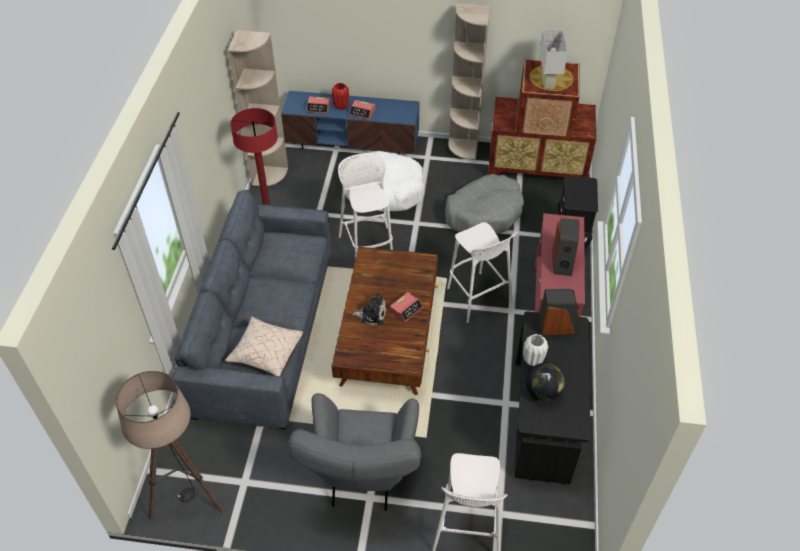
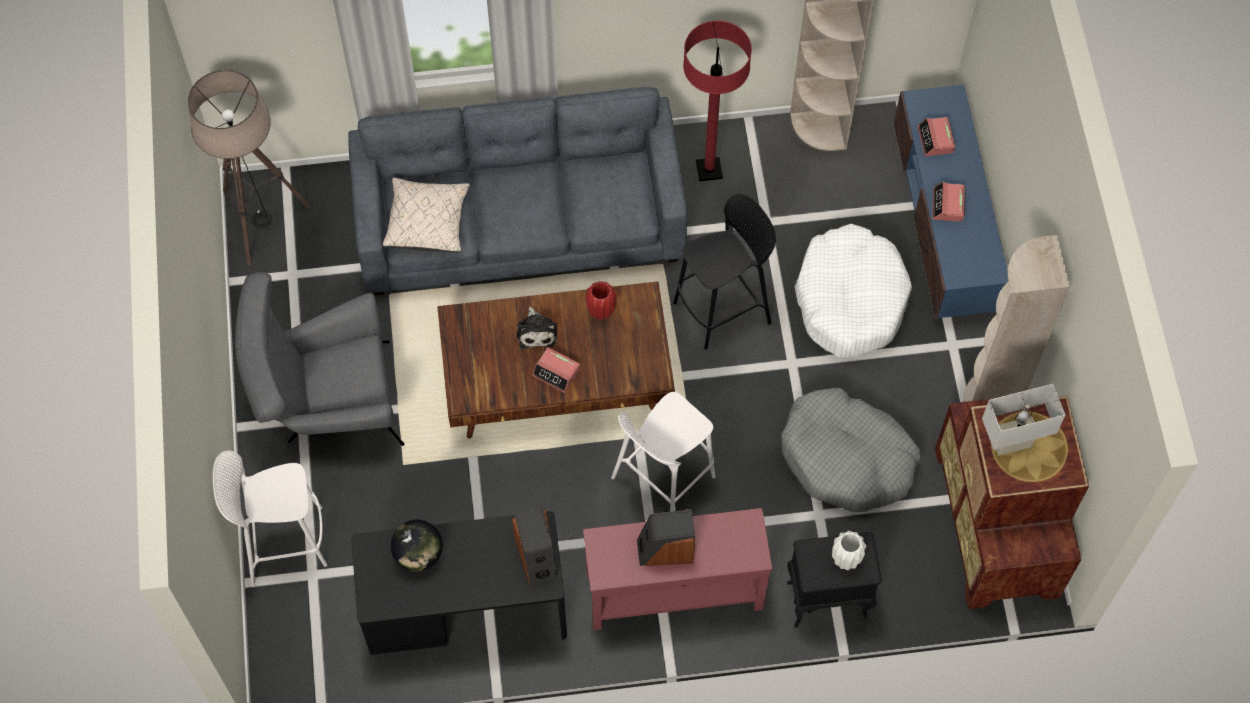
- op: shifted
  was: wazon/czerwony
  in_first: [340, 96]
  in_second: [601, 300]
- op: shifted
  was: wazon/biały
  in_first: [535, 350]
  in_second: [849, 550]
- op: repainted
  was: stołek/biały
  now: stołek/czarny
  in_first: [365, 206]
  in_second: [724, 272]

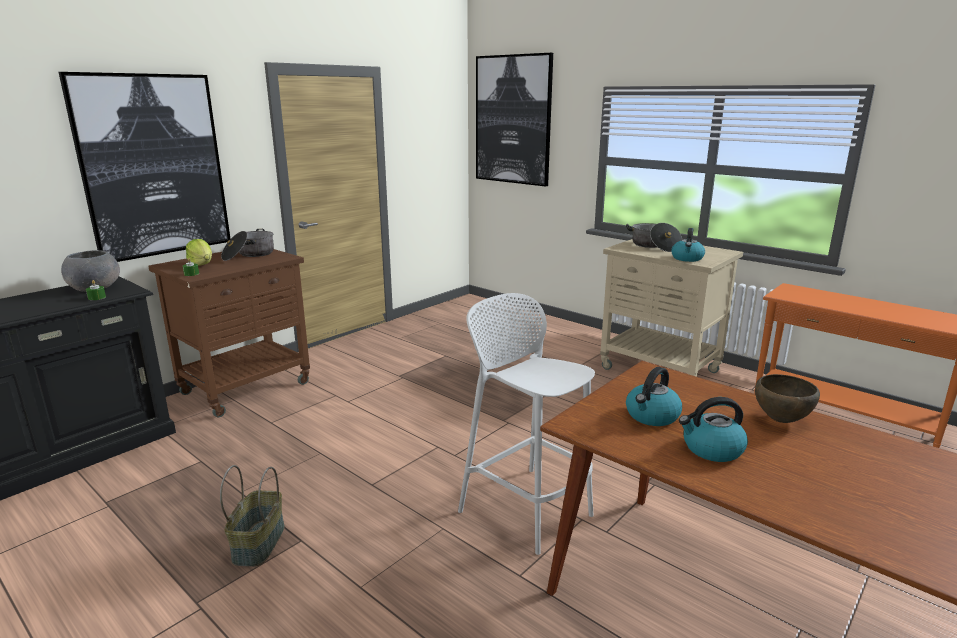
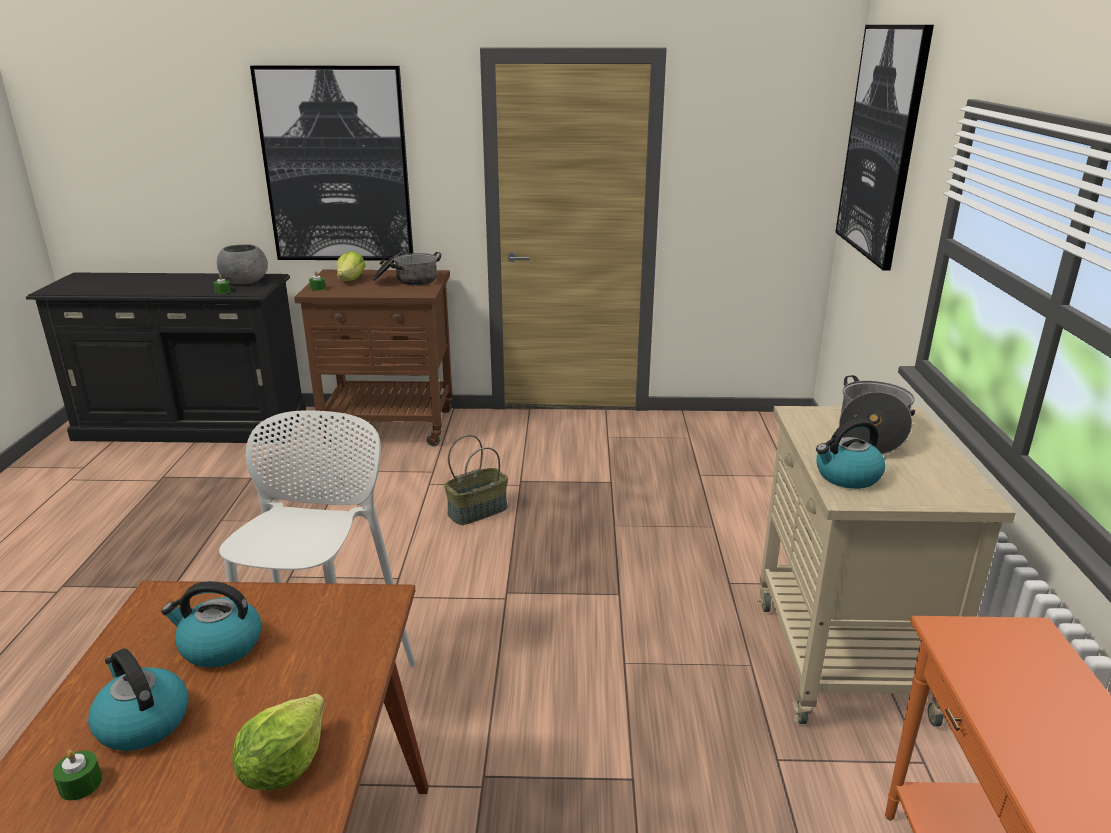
- op: new
  now: świeca/zielony
  in_second: [77, 775]
- op: shifted
  was: koszyk
  in_first: [252, 516]
  in_second: [476, 480]
- op: swapped
  was: miska/brązowy
  now: sałata
  in_first: [787, 398]
  in_second: [278, 742]

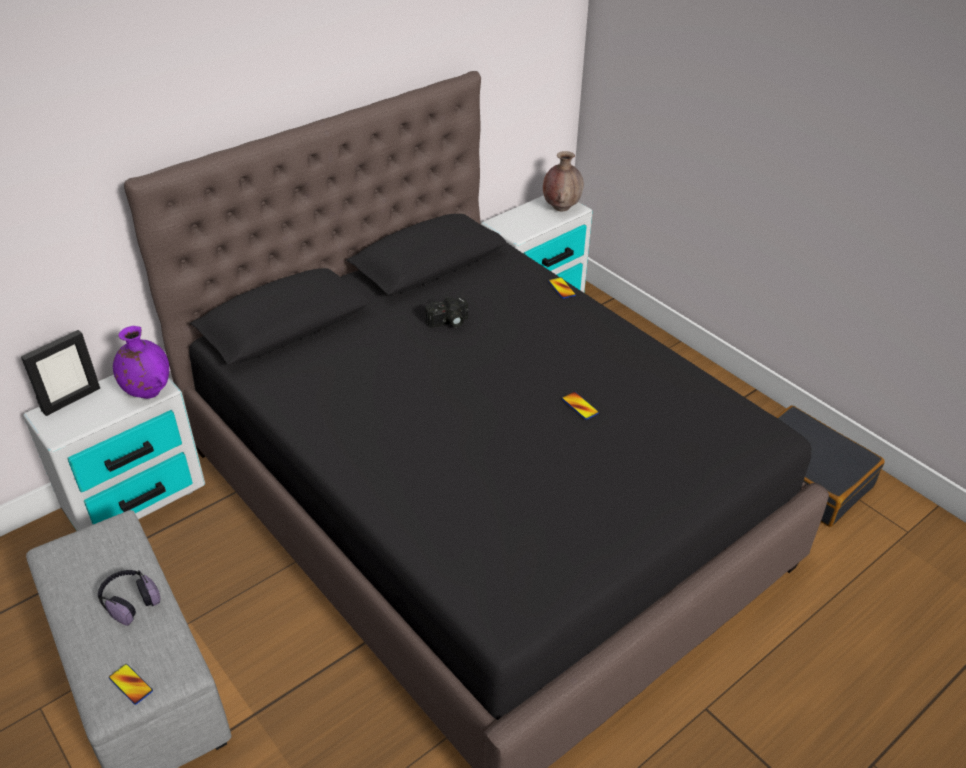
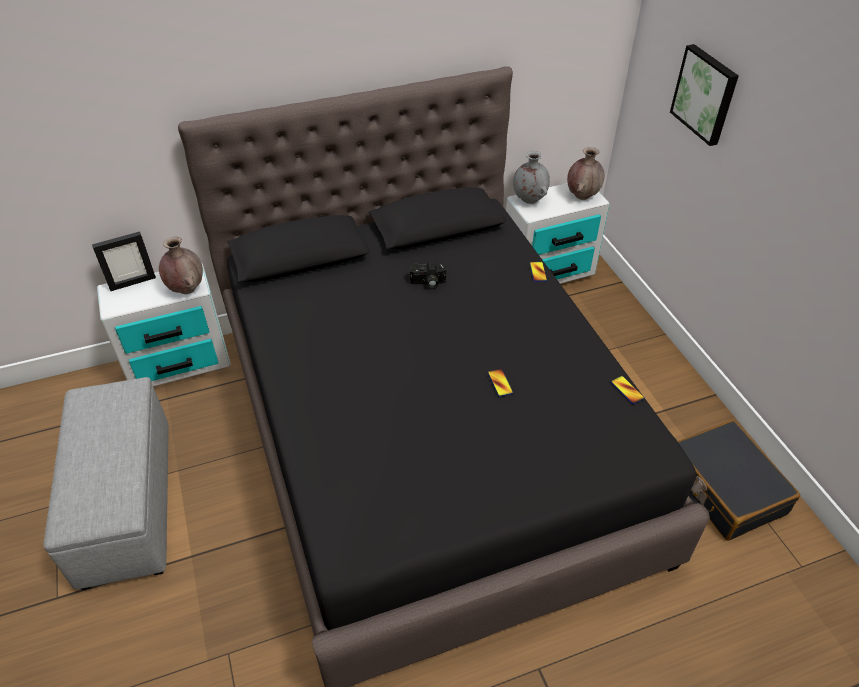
- op: gone
  was: słuchawki
  in_first: [129, 598]
- op: new
  now: wazon/szary
  in_second: [531, 177]
- op: new
  now: obraz
  in_second: [704, 95]
- op: shifted
  was: telefon
  in_first: [131, 684]
  in_second: [628, 390]
- op: repainted
  was: wazon/fioletowy
  now: wazon/brązowy
  in_first: [141, 362]
  in_second: [181, 265]

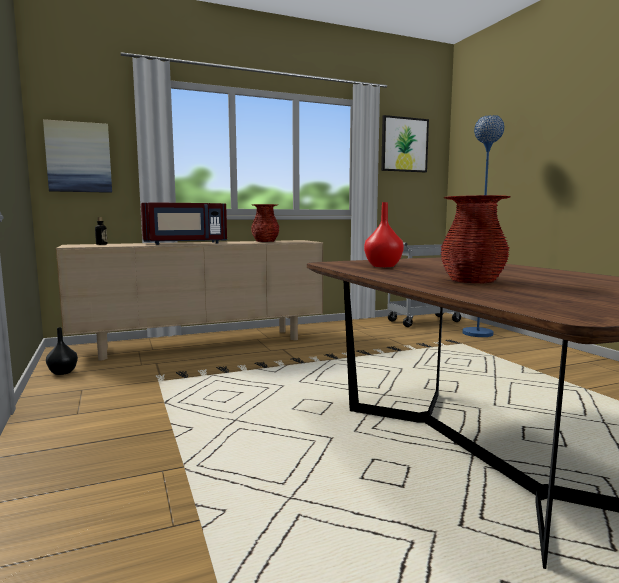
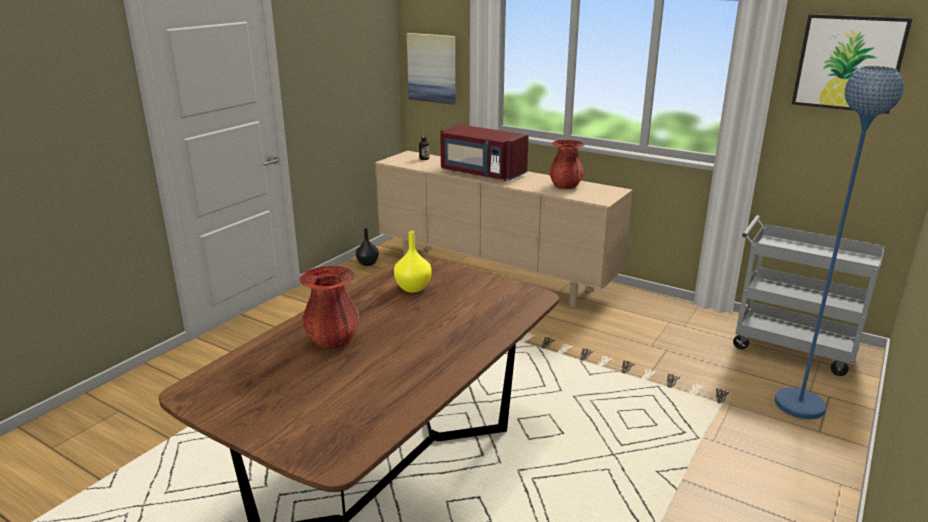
- op: repainted
  was: wazon/czerwony
  now: wazon/żółty
  in_first: [384, 234]
  in_second: [413, 262]

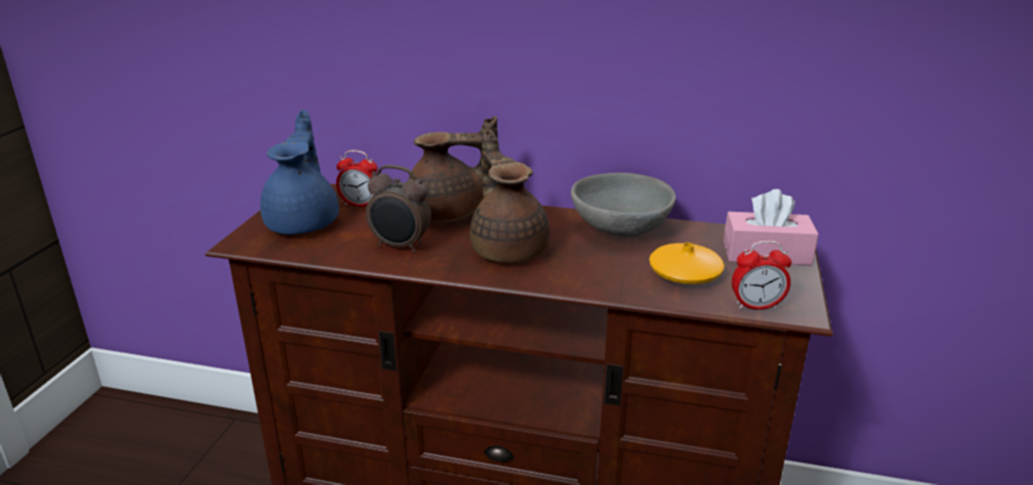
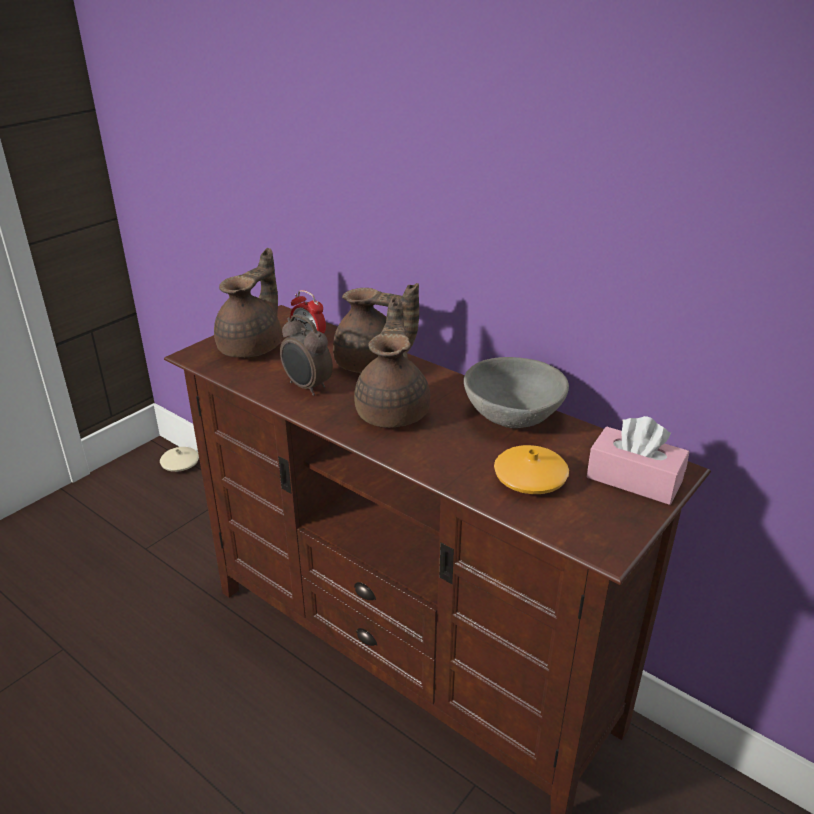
- op: gone
  was: budzik
  in_first: [762, 275]
- op: new
  now: wazon/beżowy
  in_second: [179, 459]
- op: repainted
  was: imbryk/niebieski
  now: imbryk/brązowy
  in_first: [299, 172]
  in_second: [248, 302]

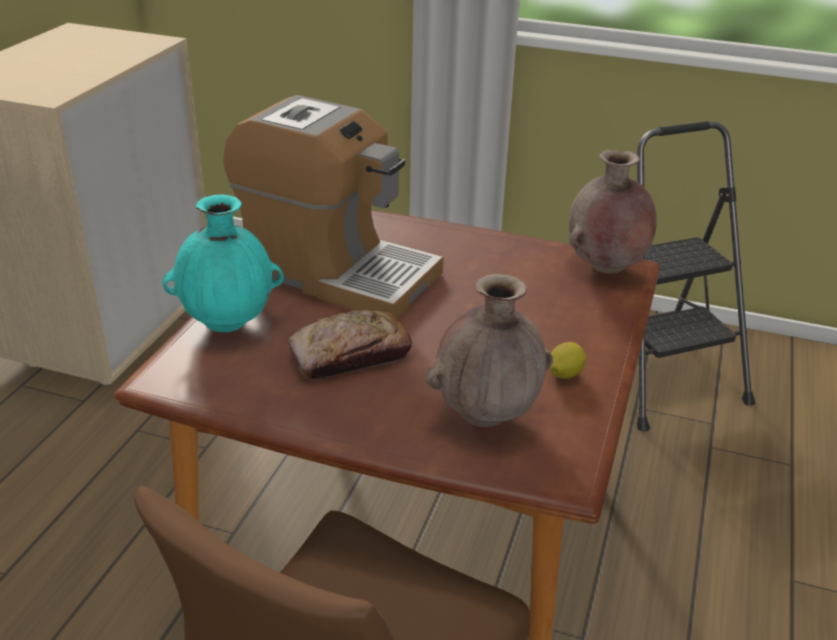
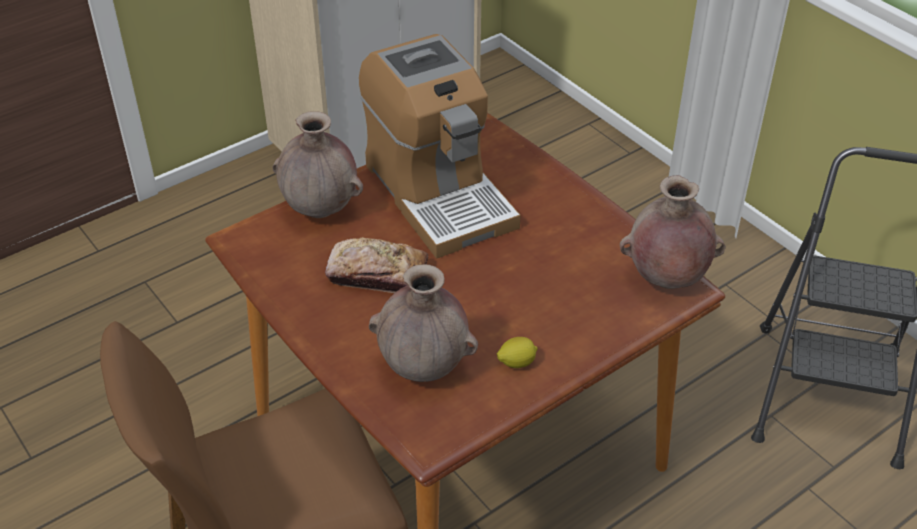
- op: repainted
  was: wazon/turkusowy
  now: wazon/brązowy
  in_first: [223, 263]
  in_second: [317, 164]

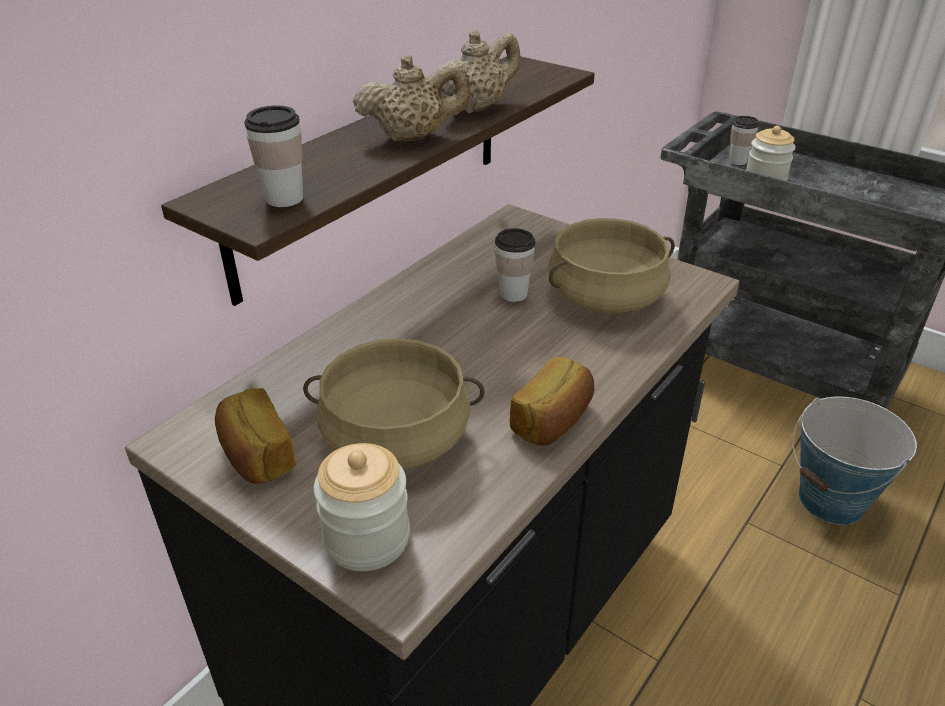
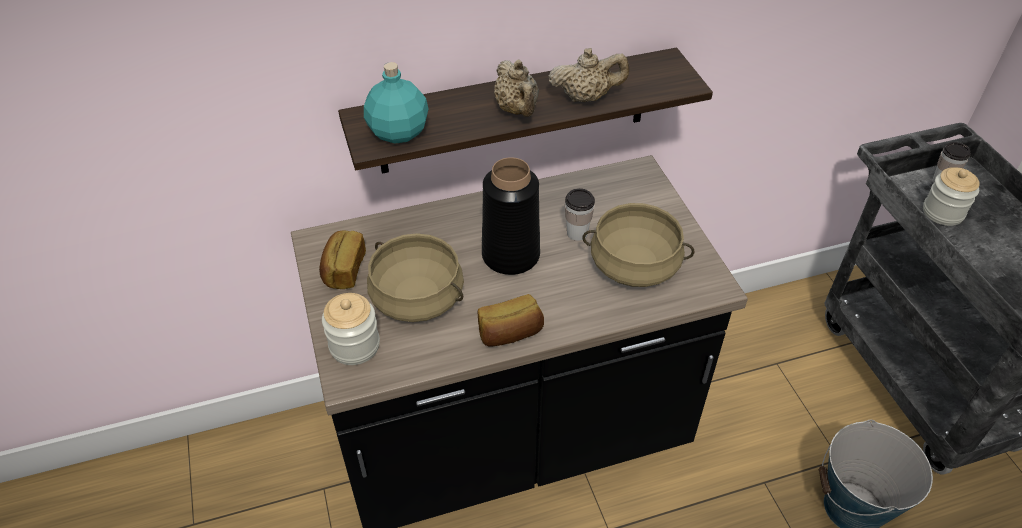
- op: new
  now: wazon/czarny
  in_second: [511, 216]
- op: swapped
  was: filiżanka
  now: butelka/turkusowy
  in_first: [274, 156]
  in_second: [396, 103]
- op: rotated
  was: imbryk/beżowy
  in_first: [411, 98]
  in_second: [516, 88]
  clockwise: 45

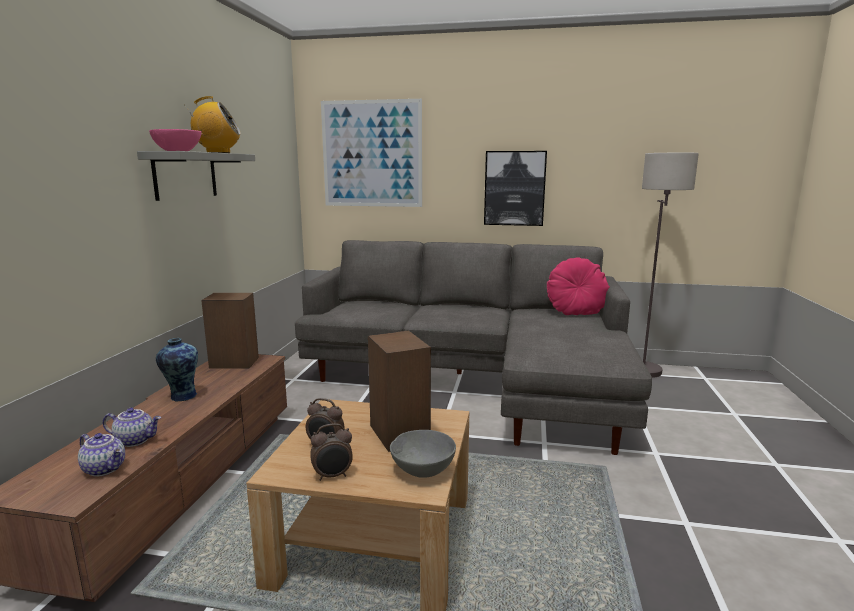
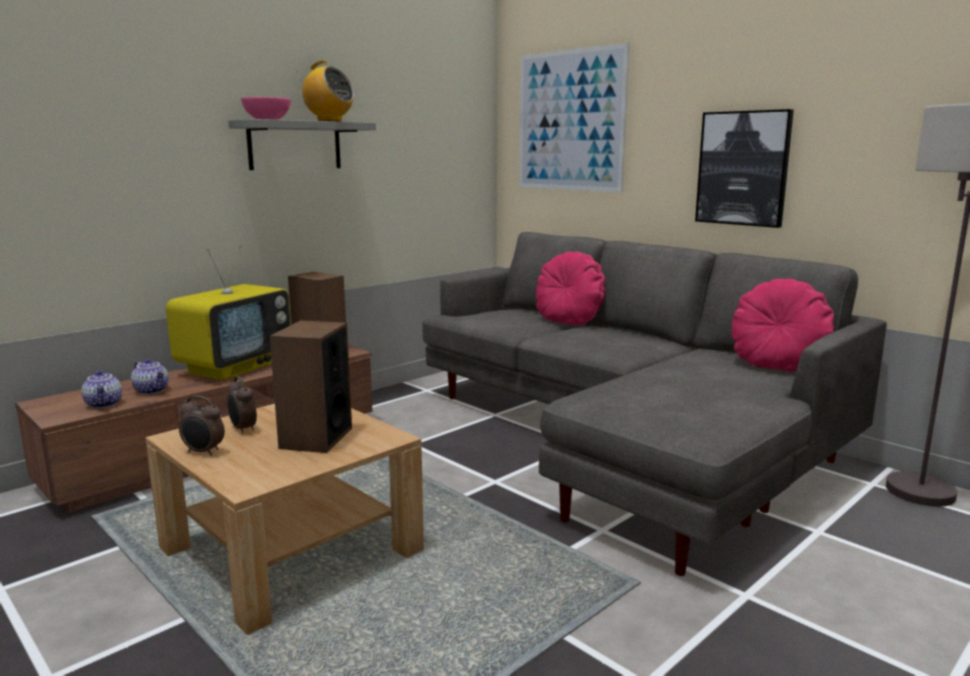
- op: gone
  was: miska/szary
  in_first: [423, 454]
- op: new
  now: poduszka/różowy
  in_second: [570, 288]
- op: swapped
  was: wazon
  now: telewizor
  in_first: [177, 369]
  in_second: [228, 313]

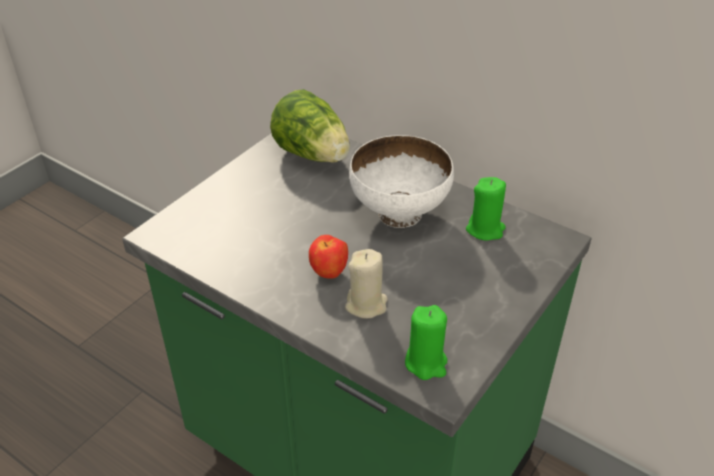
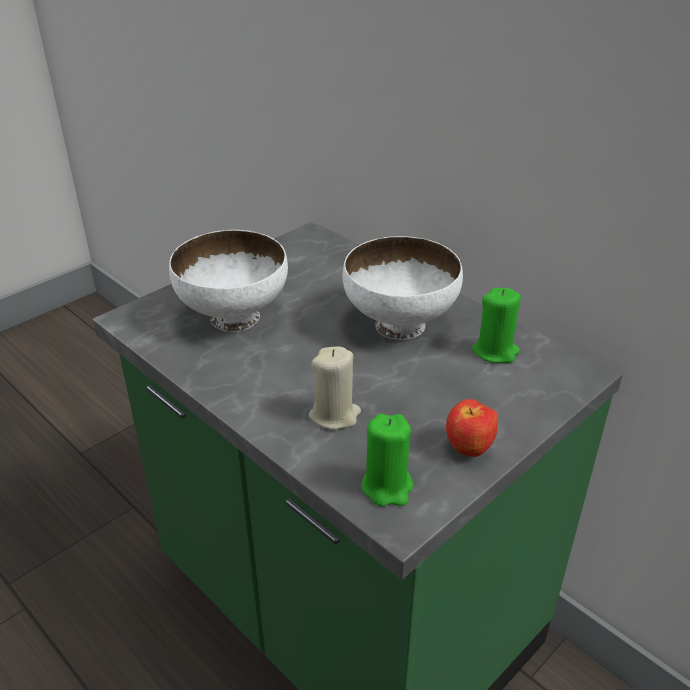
- op: gone
  was: sałata
  in_first: [310, 126]
- op: new
  now: miska/biały
  in_second: [228, 281]
- op: shifted
  was: jabłko
  in_first: [328, 257]
  in_second: [472, 428]

